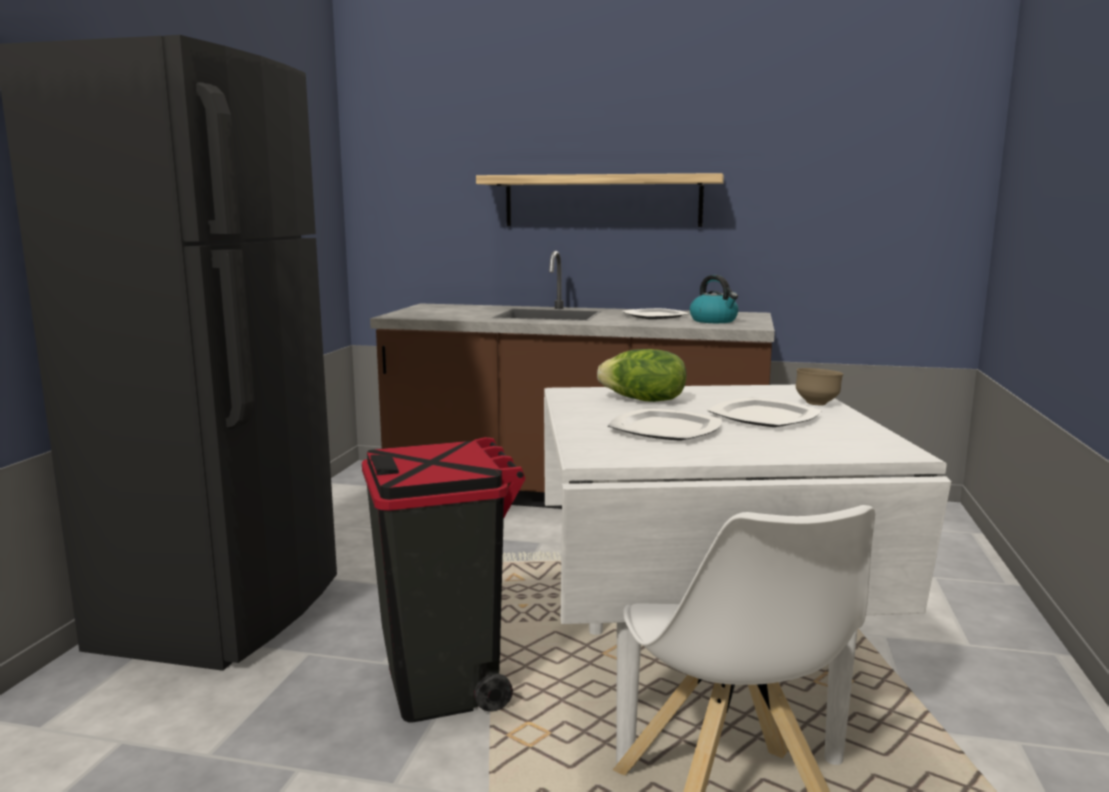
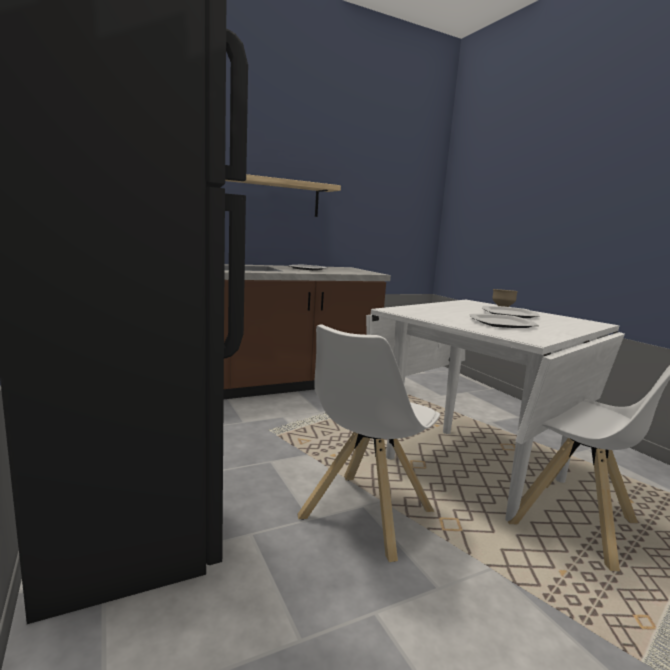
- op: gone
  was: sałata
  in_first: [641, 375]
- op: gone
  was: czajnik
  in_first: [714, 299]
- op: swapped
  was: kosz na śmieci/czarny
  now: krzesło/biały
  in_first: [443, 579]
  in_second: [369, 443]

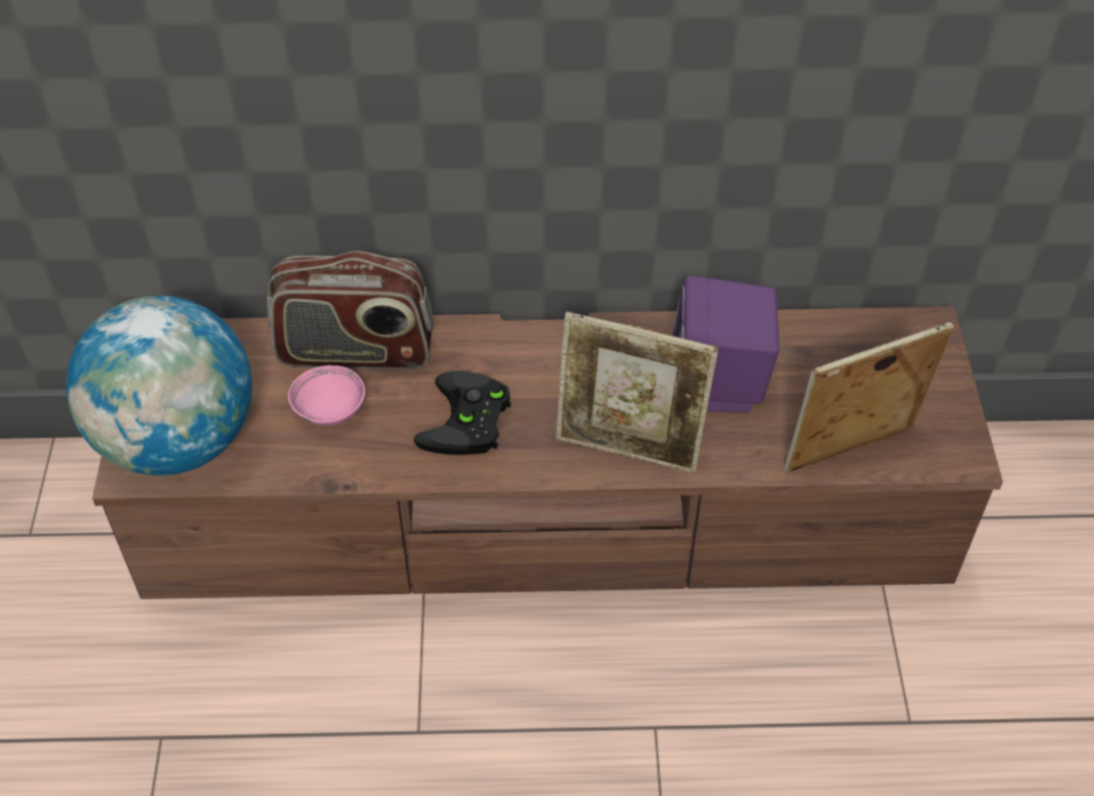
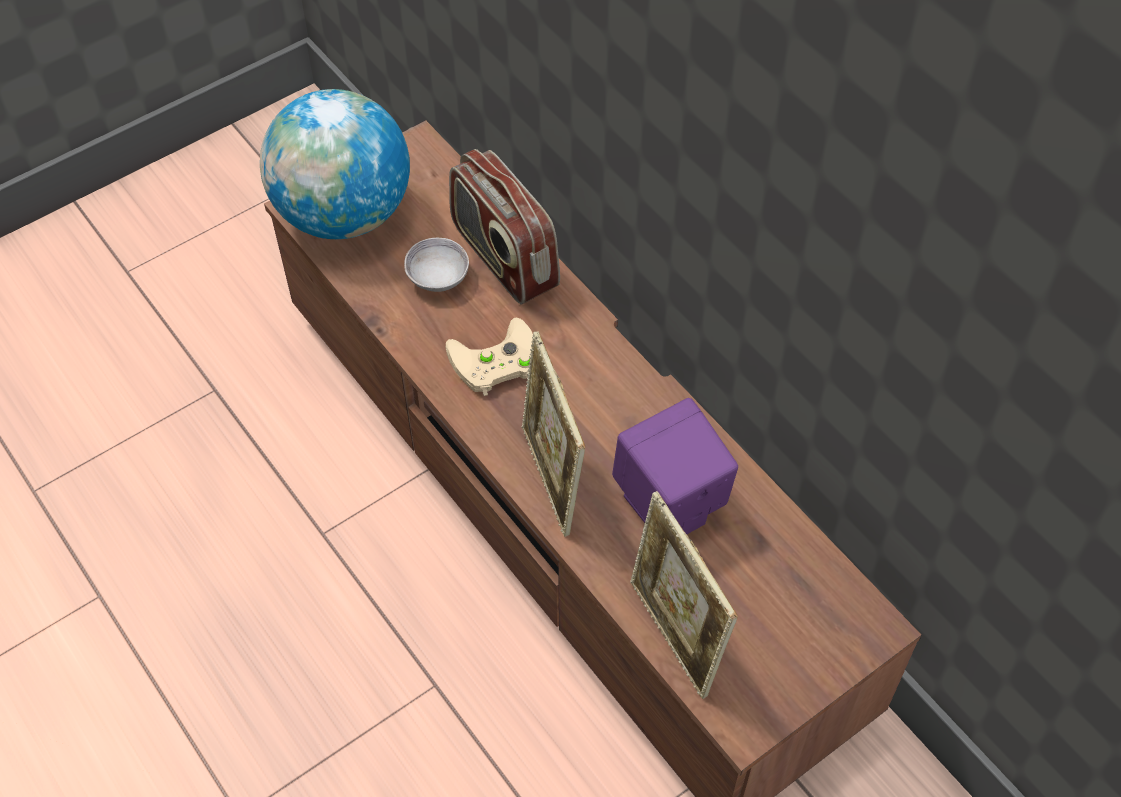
- op: repainted
  was: miska/różowy
  now: miska/szary
  in_first: [326, 395]
  in_second: [436, 265]
- op: repainted
  was: pad do gier/czarny
  now: pad do gier/beżowy
  in_first: [462, 413]
  in_second: [489, 356]
- op: rotated
  was: ramka na zdjęcie
  in_first: [869, 397]
  in_second: [684, 595]
  clockwise: -150

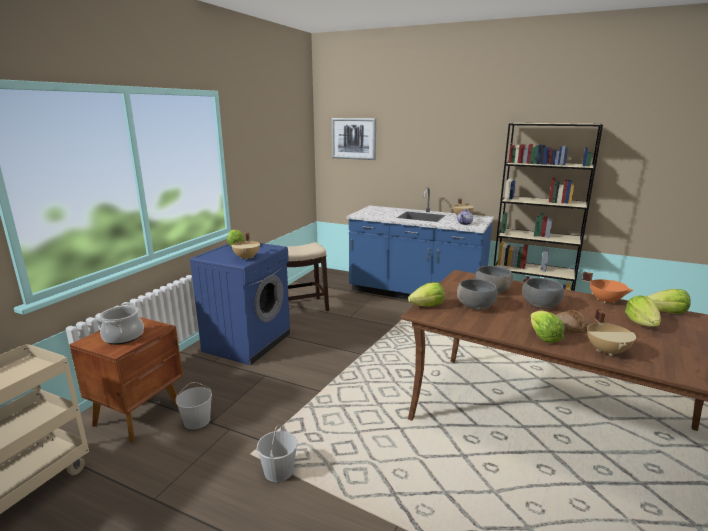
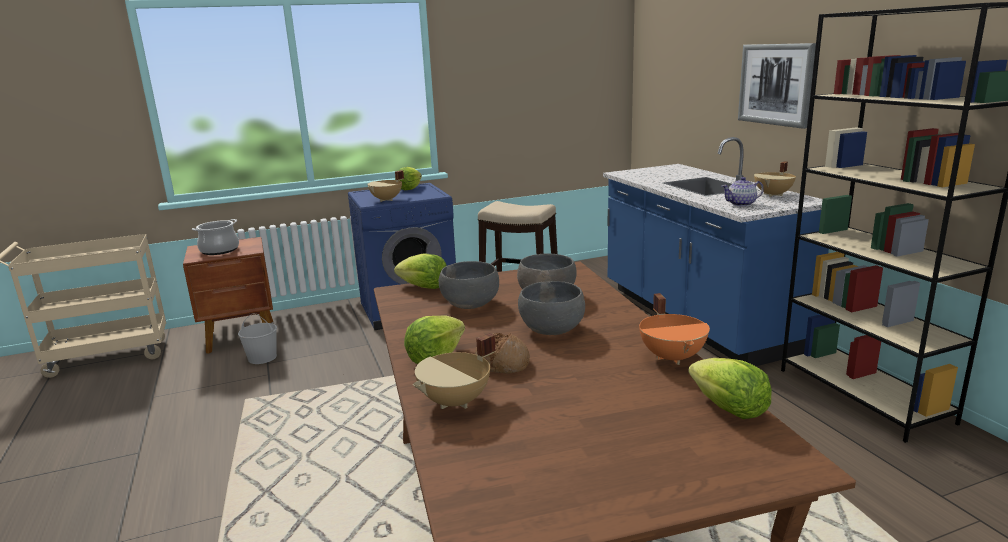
- op: gone
  was: wiadro/biały
  in_first: [277, 453]
- op: gone
  was: sałata
  in_first: [643, 311]
- op: shifted
  was: obraz
  in_first: [353, 139]
  in_second: [777, 86]

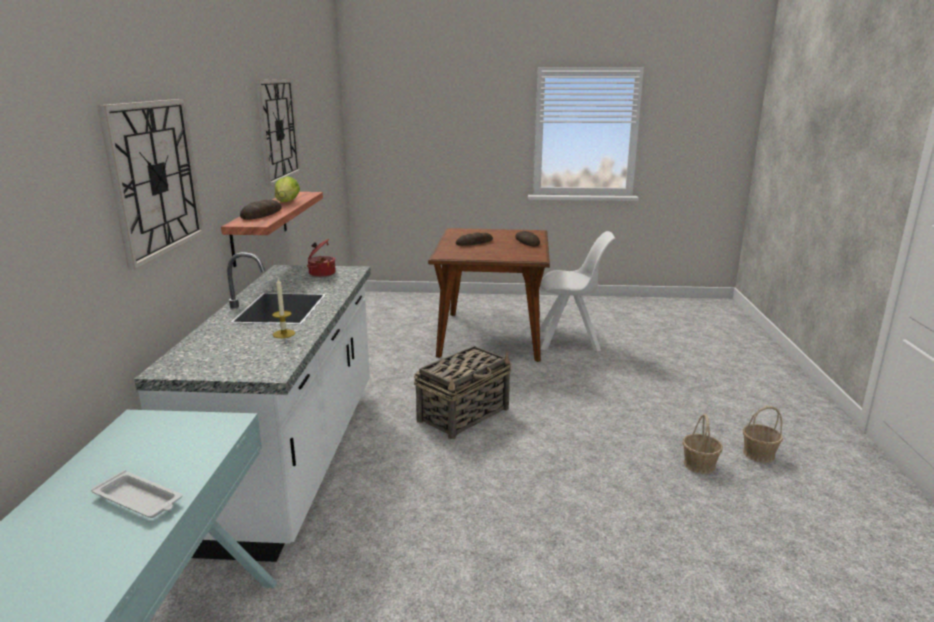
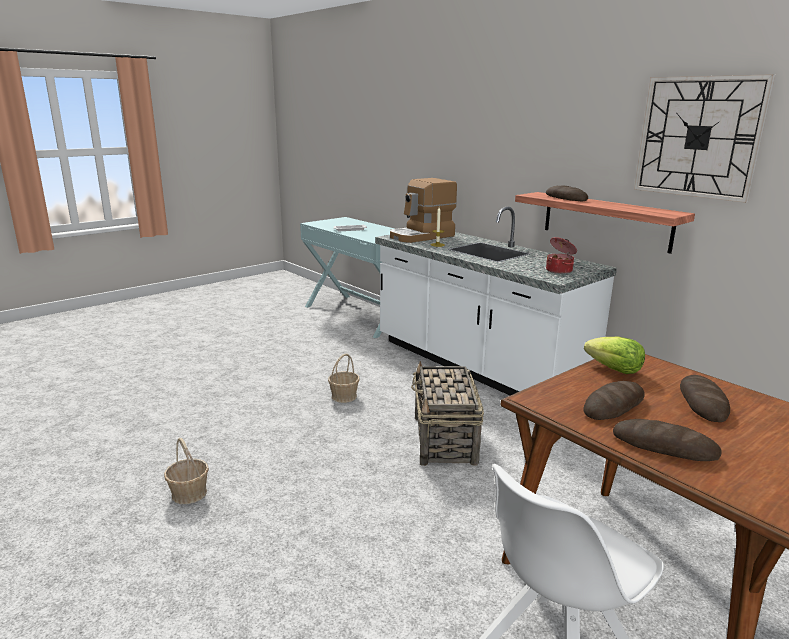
- op: gone
  was: zegar ścienny
  in_first: [150, 184]
- op: new
  now: ekspres do kawy
  in_second: [423, 210]
- op: new
  now: chleb
  in_second: [614, 400]
- op: shifted
  was: sałata
  in_first: [287, 189]
  in_second: [614, 355]
- op: shifted
  was: koszyk
  in_first: [763, 434]
  in_second: [343, 378]

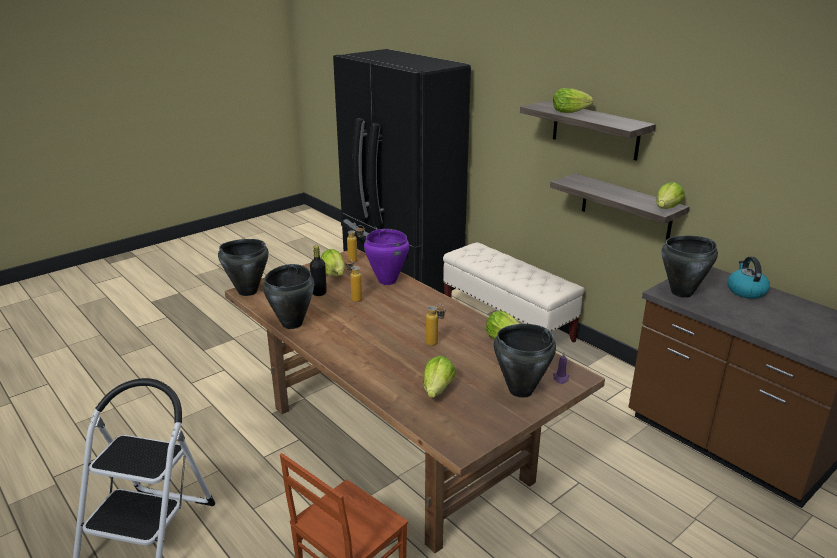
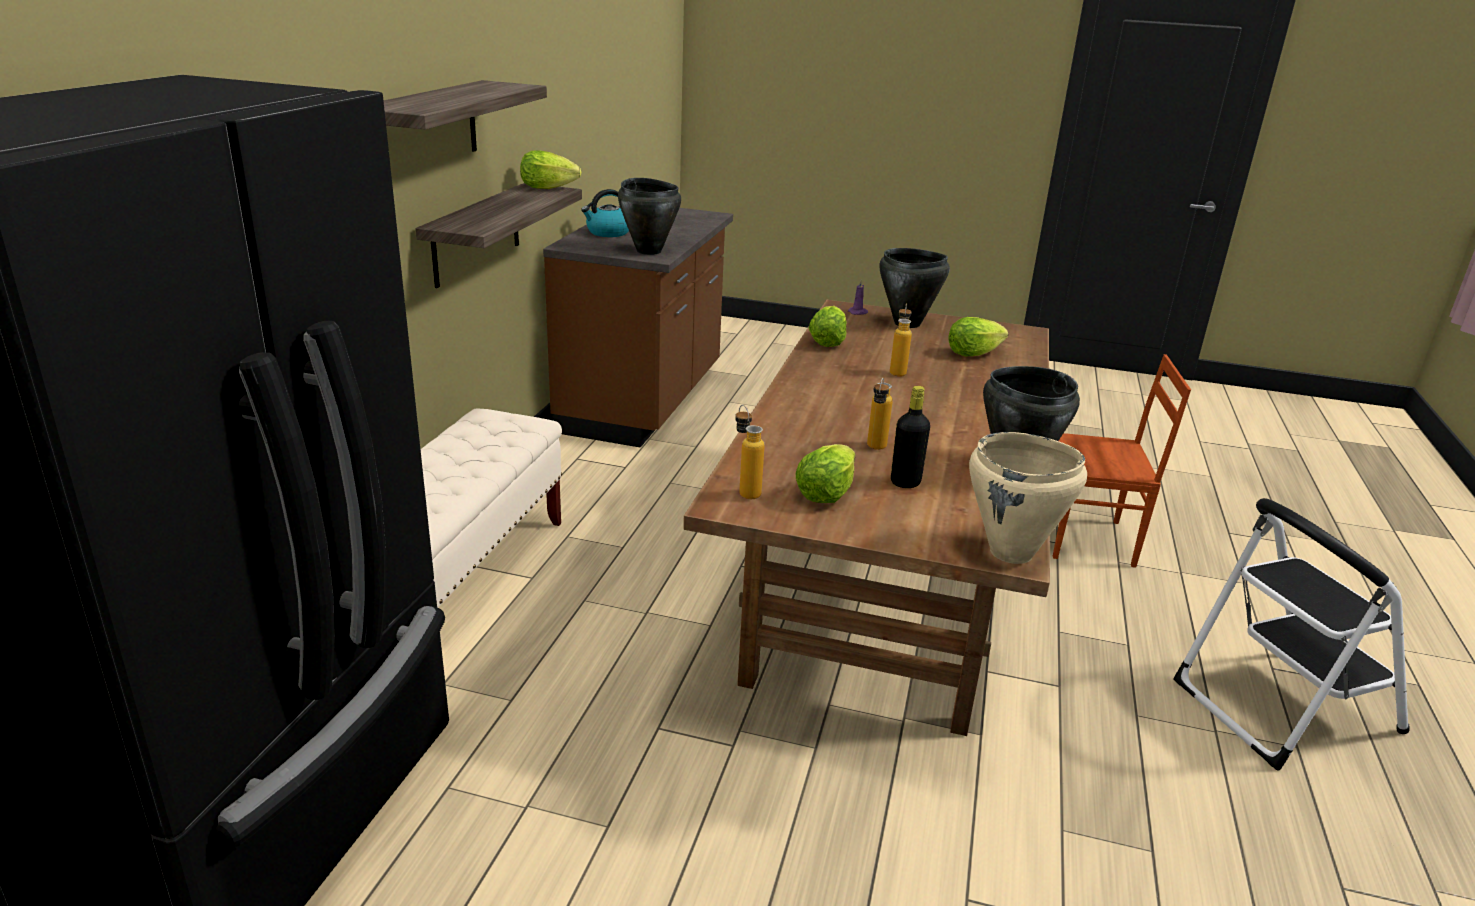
- op: gone
  was: garnek/fioletowy
  in_first: [386, 257]
- op: gone
  was: sałata
  in_first: [573, 100]
- op: repainted
  was: garnek/czarny
  now: garnek/beżowy
  in_first: [243, 267]
  in_second: [1028, 498]

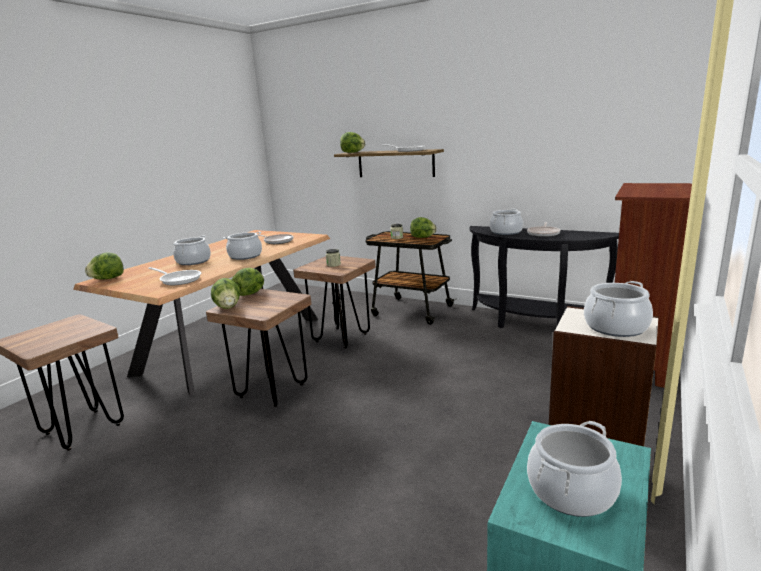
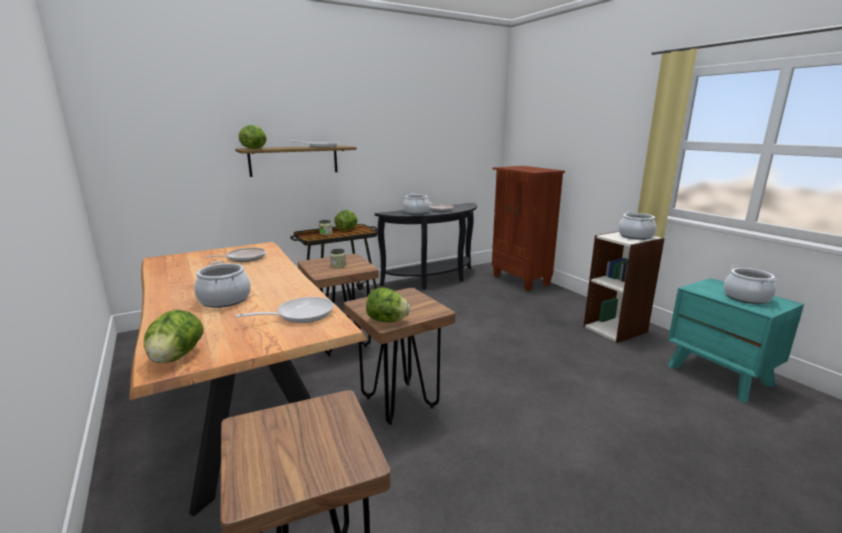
- op: gone
  was: garnek
  in_first: [242, 246]
- op: gone
  was: sałata
  in_first: [248, 282]

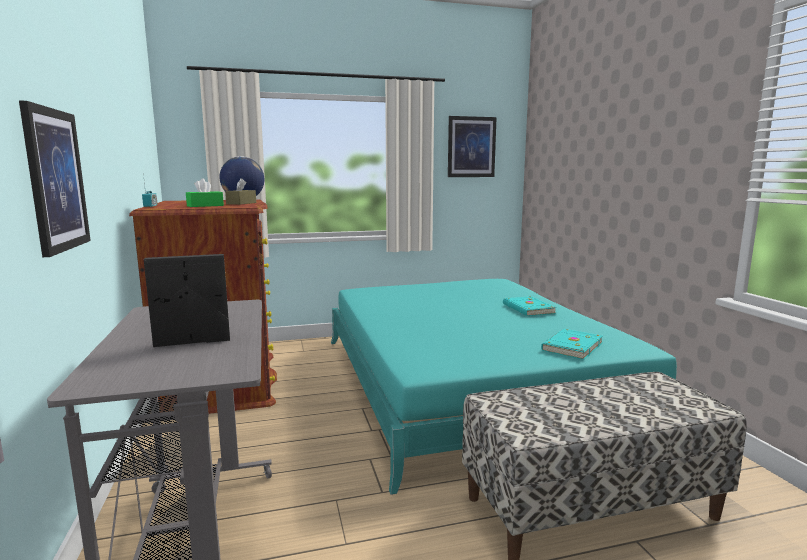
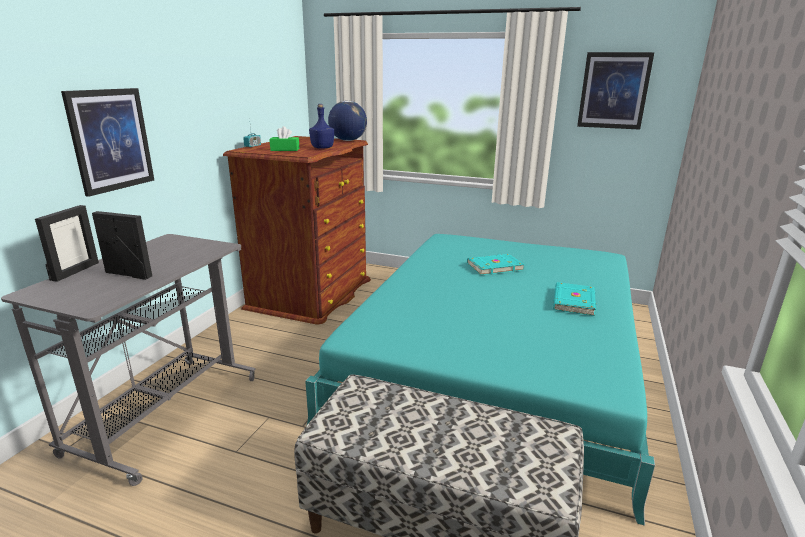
- op: new
  now: ramka na zdjęcie
  in_second: [67, 243]
- op: shifted
  was: książka/turkusowy
  in_first: [572, 344]
  in_second: [496, 264]
- op: swapped
  was: pudełko chusteczek/brązowy
  now: butelka/niebieski
  in_first: [240, 191]
  in_second: [321, 126]

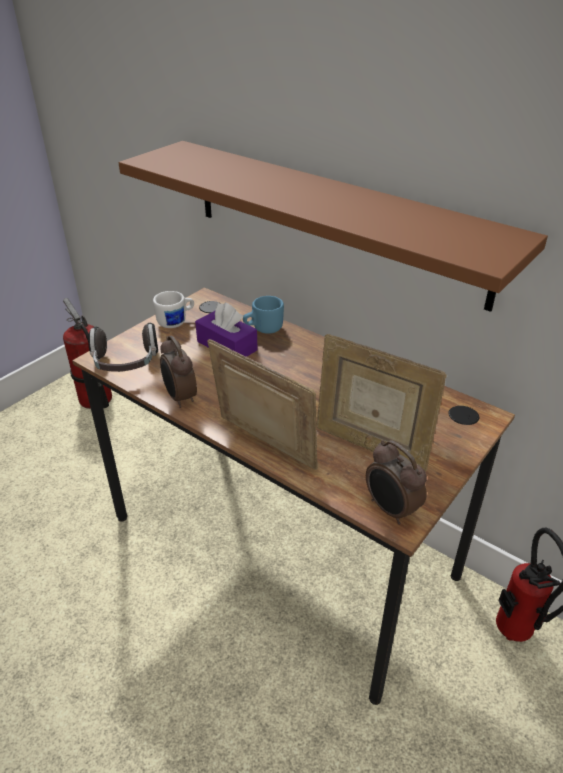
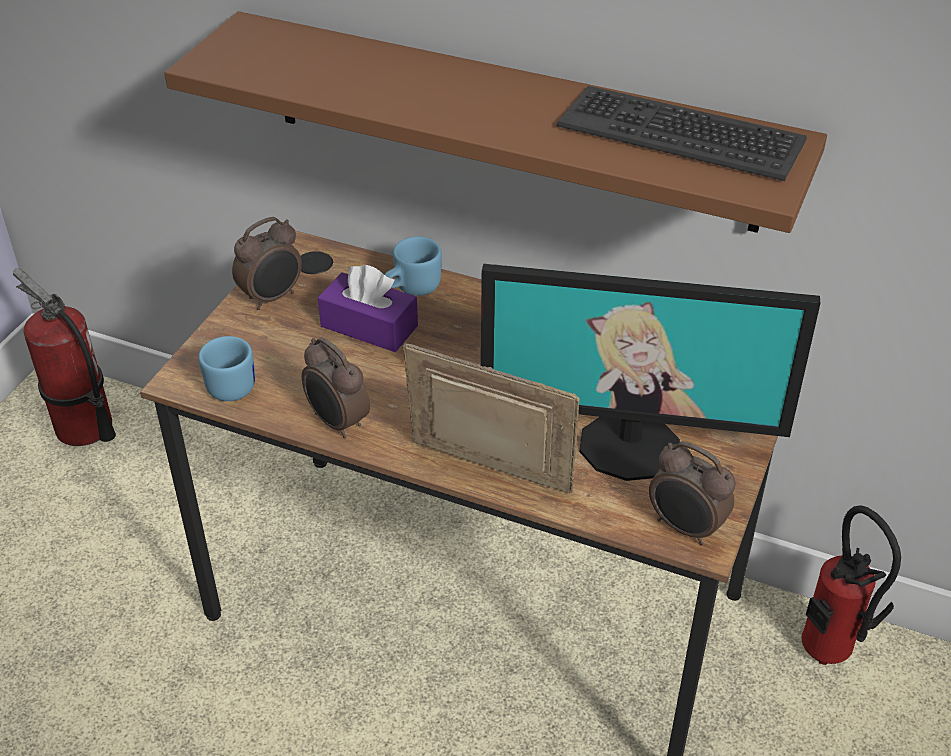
- op: new
  now: klawiatura
  in_second: [682, 133]
- op: swapped
  was: słuchawki
  now: kubek/niebieski
  in_first: [123, 347]
  in_second: [226, 368]
- op: swapped
  was: kubek/biały
  now: budzik
  in_first: [173, 309]
  in_second: [267, 263]
- op: swapped
  was: ramka na zdjęcie
  now: monitor
  in_first: [381, 403]
  in_second: [650, 372]

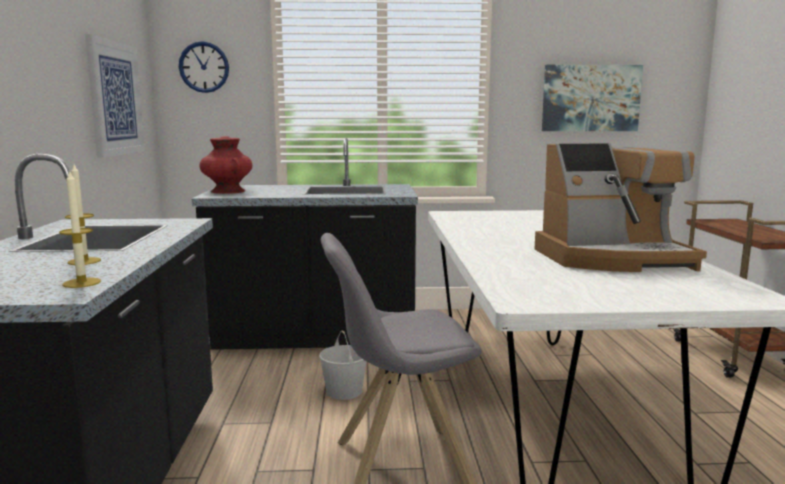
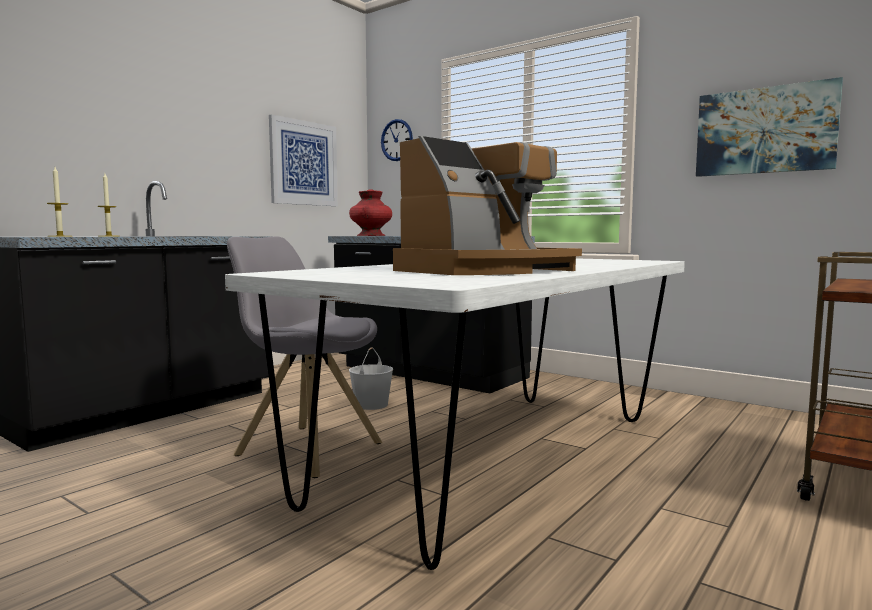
- op: rotated
  was: ekspres do kawy
  in_first: [621, 207]
  in_second: [487, 205]
  clockwise: -75

